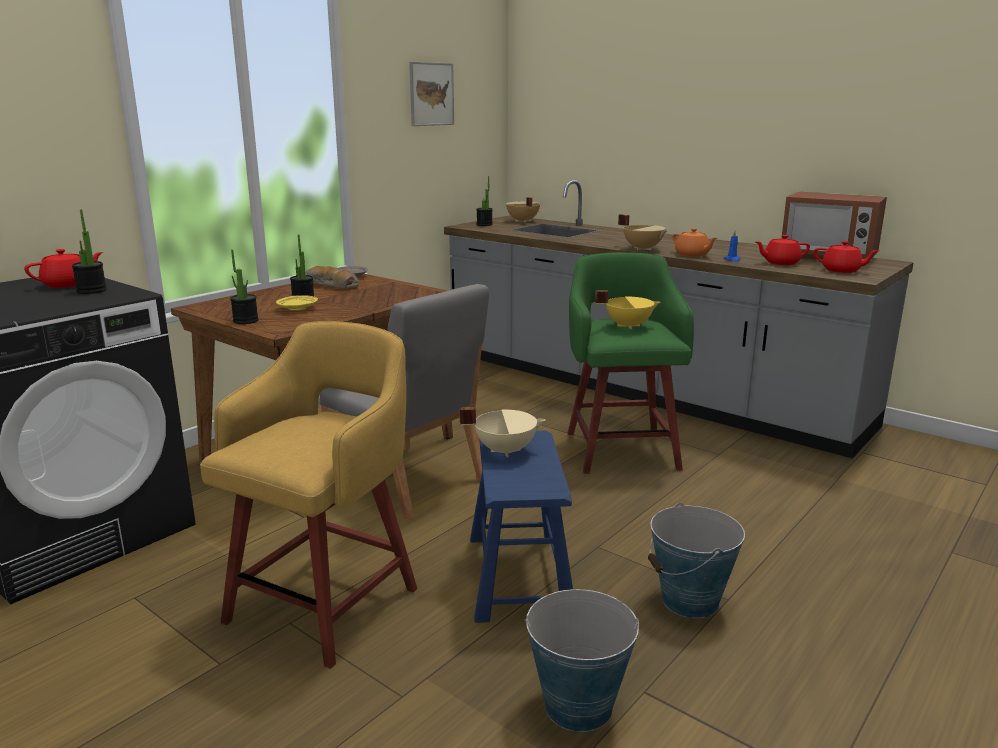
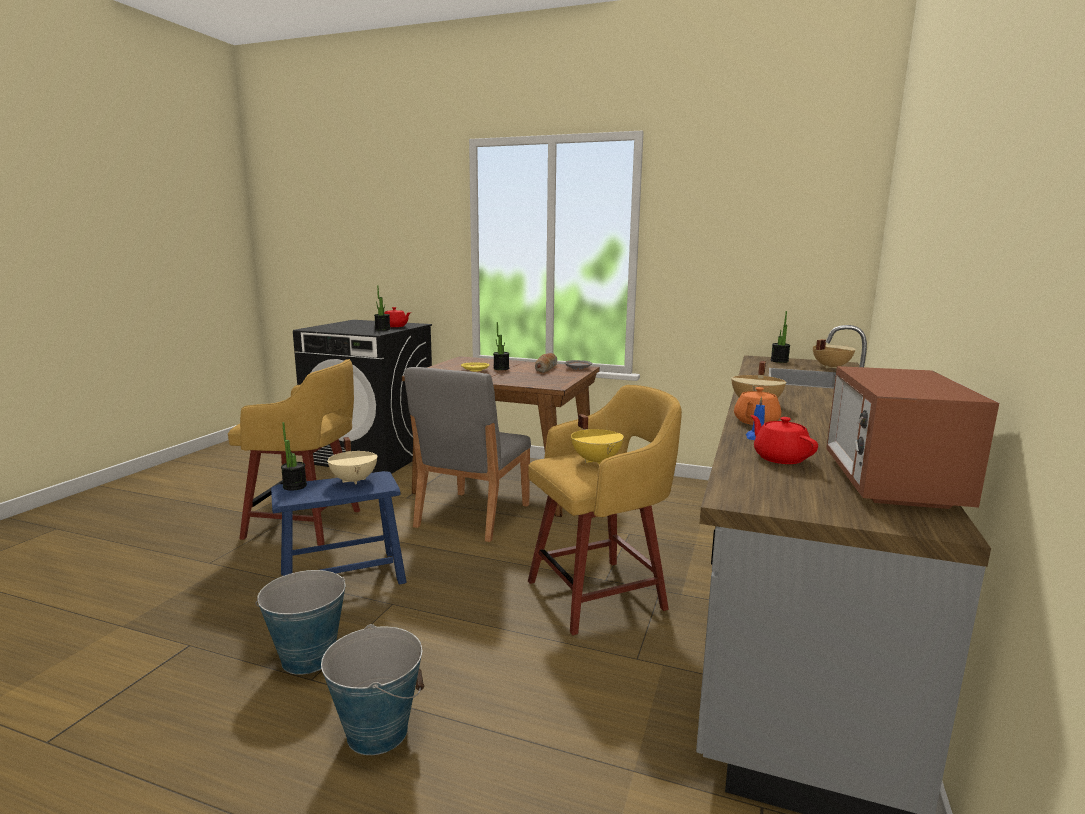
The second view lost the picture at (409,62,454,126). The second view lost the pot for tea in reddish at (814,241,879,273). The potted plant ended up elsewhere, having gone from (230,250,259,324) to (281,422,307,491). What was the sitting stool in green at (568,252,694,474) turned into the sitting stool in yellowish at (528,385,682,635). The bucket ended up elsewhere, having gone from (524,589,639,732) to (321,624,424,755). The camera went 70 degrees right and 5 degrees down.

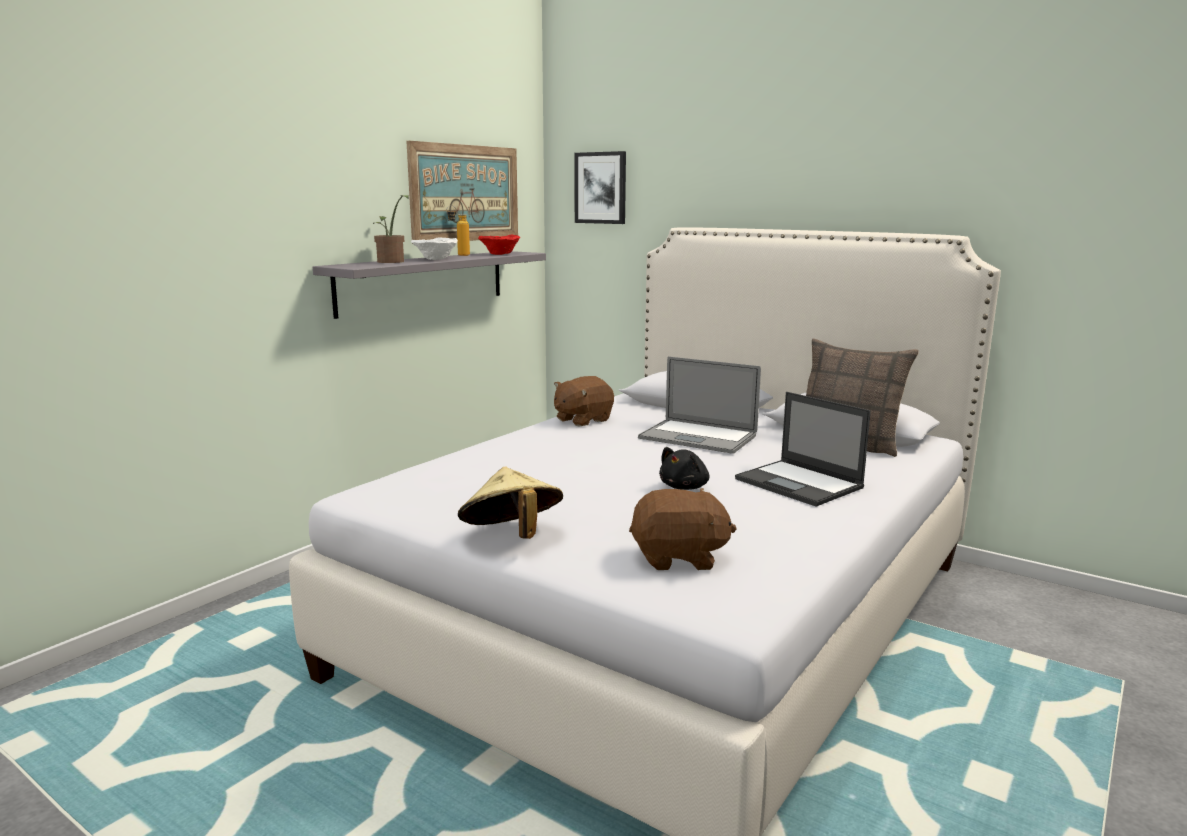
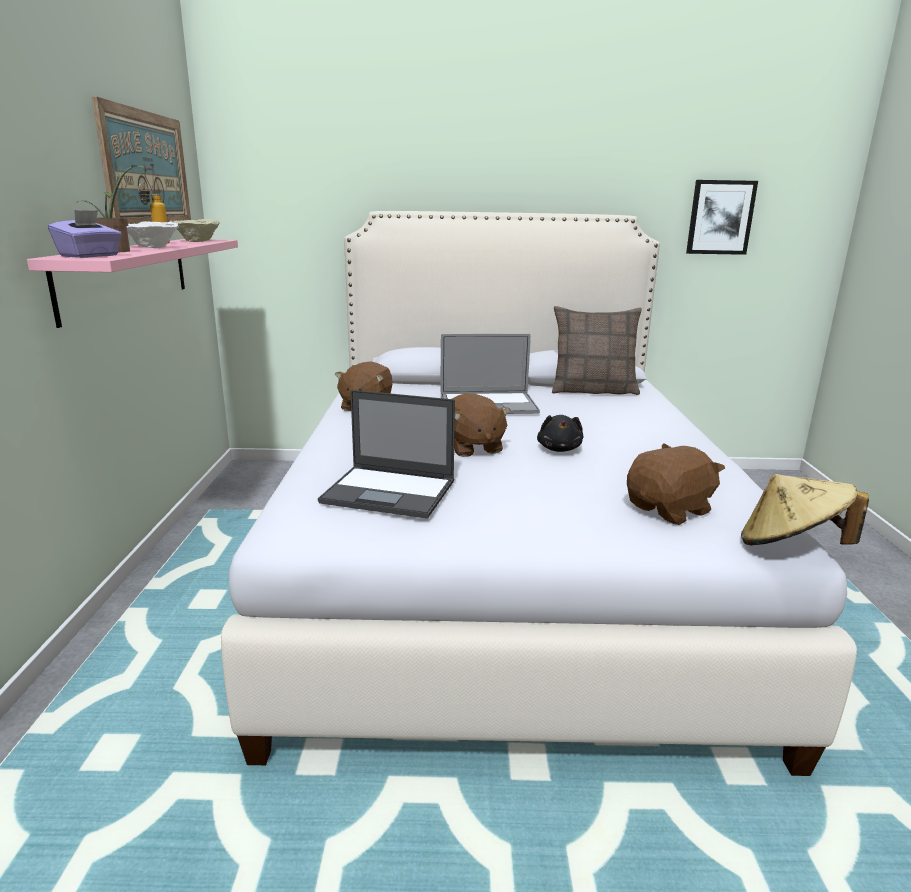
The picture ended up elsewhere, having gone from (575,151,626,224) to (686,180,758,255). What was the deep dish in reddish at (478,235,520,255) turned into the deep dish in beige at (170,219,220,242). What was the wall shelf in gray at (313,251,546,319) turned into the wall shelf in pink-coloured at (27,239,238,328). The laptop ended up elsewhere, having gone from (735,392,871,506) to (318,390,455,519). The clothing hat in beige ended up elsewhere, having gone from (458,467,563,539) to (741,474,869,546). The second view gained the tissue holder in purplish at (48,210,122,258). The second view gained the plush toy in brown at (452,393,511,457). The camera went 35 degrees left and 5 degrees up.

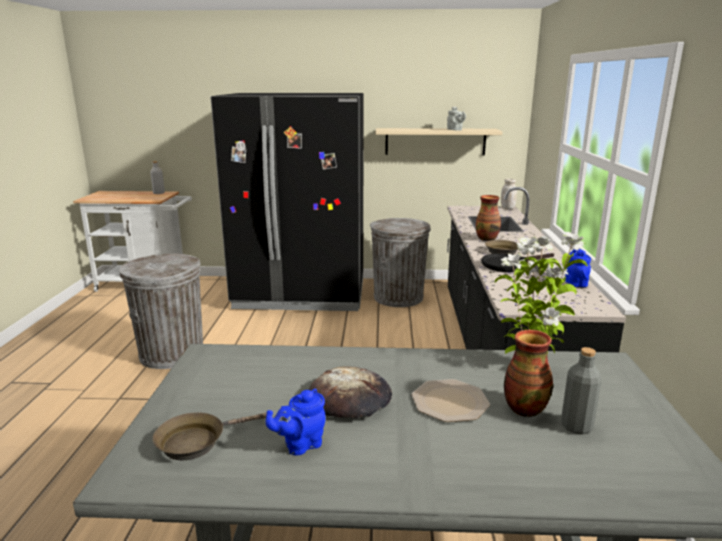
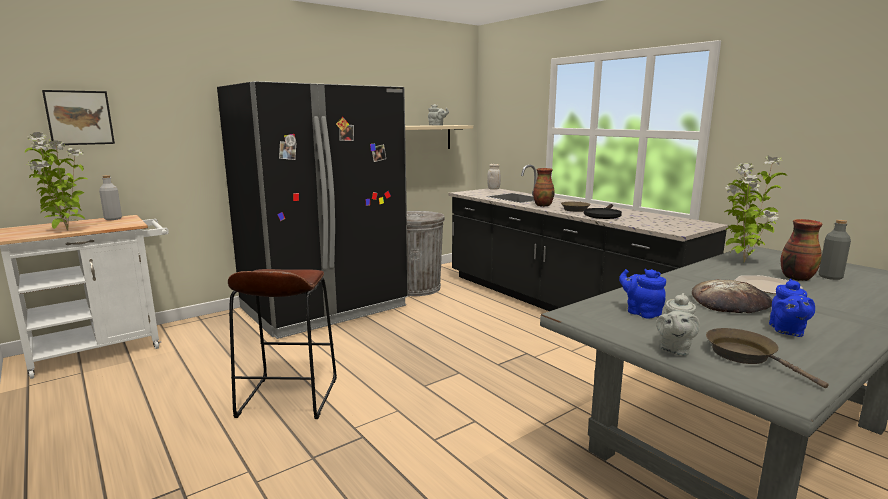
The pot for tea in blue ended up elsewhere, having gone from (565,249,591,287) to (619,269,666,319). Where the waste bin in gray stood at (119,254,203,369), the sitting stool in brown came to stand at (228,269,337,419). The pan in brown at (152,413,267,460) ended up facing another way, 135 degrees clockwise from before. The second view gained the picture at (42,90,115,145). The second view gained the potted plant at (25,132,87,231). The second view gained the pot for tea in gray at (656,293,700,356). The camera went 40 degrees left and 5 degrees down.

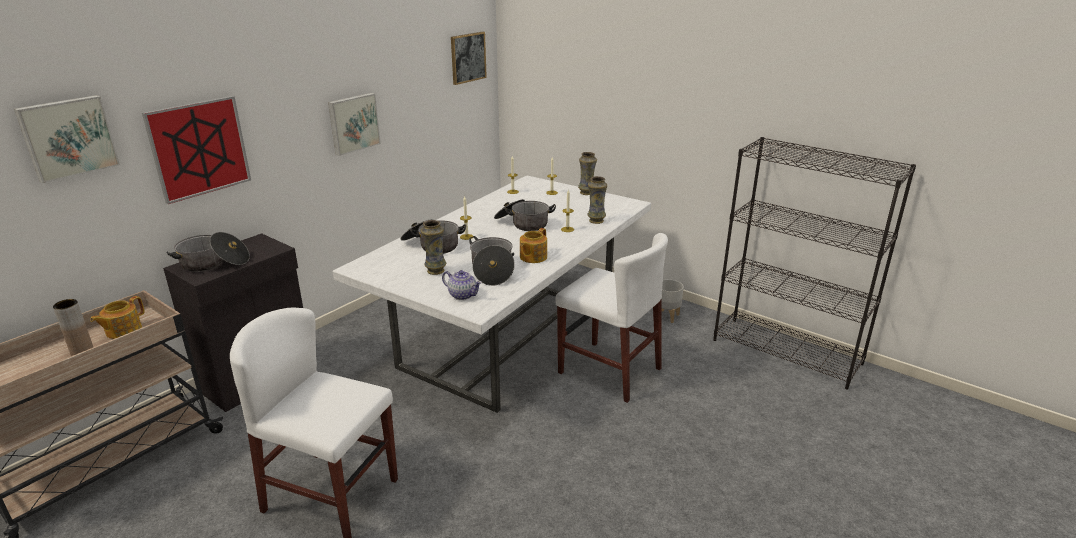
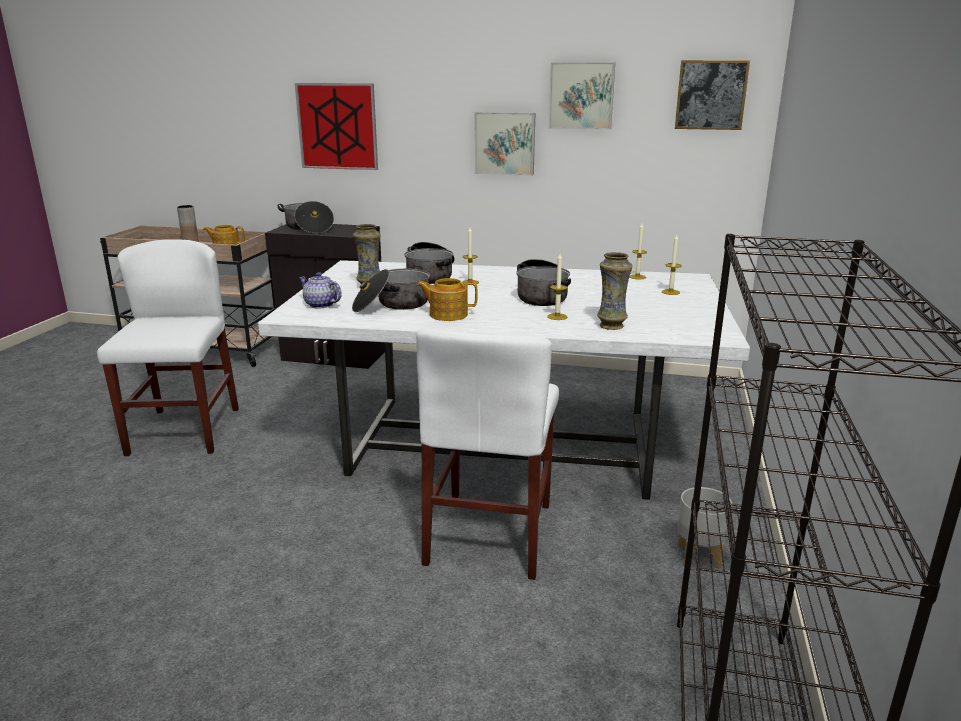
The picture ended up elsewhere, having gone from (14,95,120,183) to (549,62,615,130). The second view lost the flower vase at (578,152,597,195). The pot for tea at (442,270,482,300) ended up facing another way, 120 degrees clockwise from before. The camera went 65 degrees right and 5 degrees down.

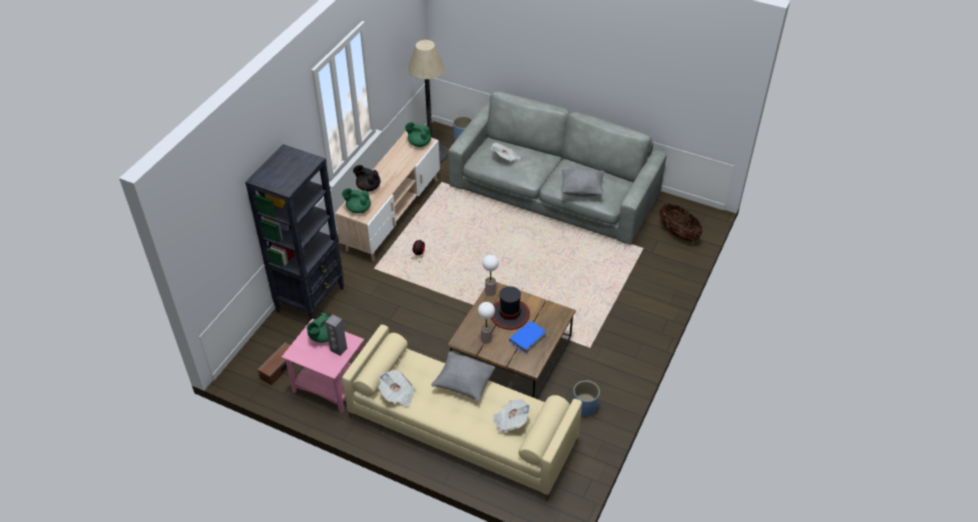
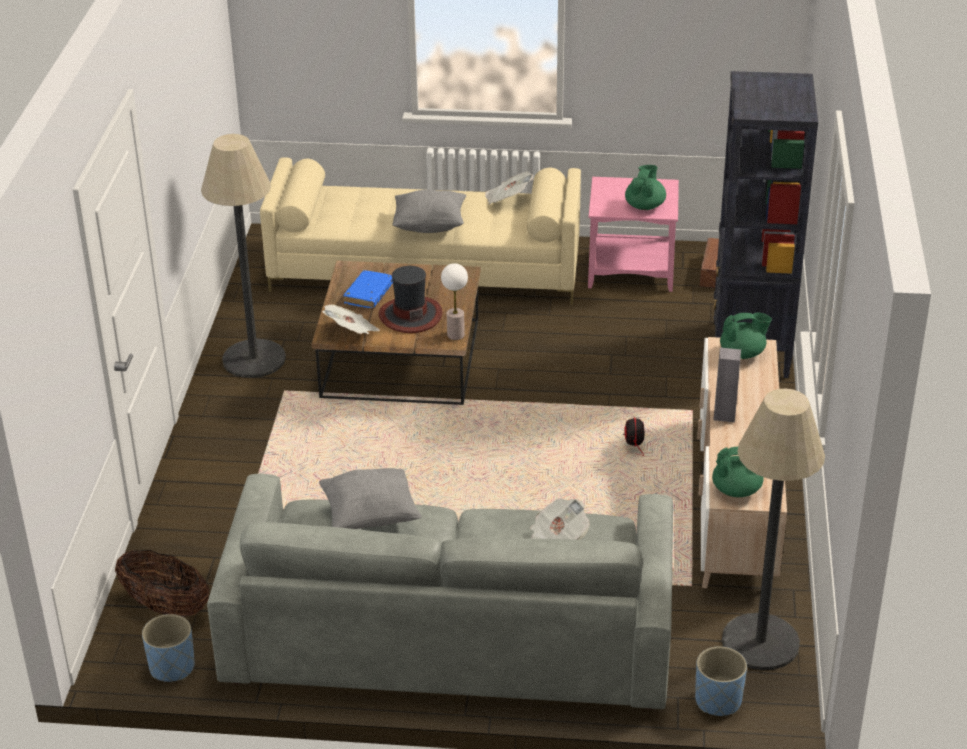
The second view lost the pot for tea in blackish at (353,165,380,192). The second view lost the tabletop lamp at (478,302,495,343). The loudspeaker in gray ended up elsewhere, having gone from (325,314,347,356) to (713,348,741,422). The plant pot in blue ended up elsewhere, having gone from (573,380,600,417) to (142,614,195,682). The daily paper ended up elsewhere, having gone from (492,399,531,432) to (322,304,380,334). The second view gained the floor lamp at (201,134,286,378). The camera went 160 degrees right and 10 degrees down.

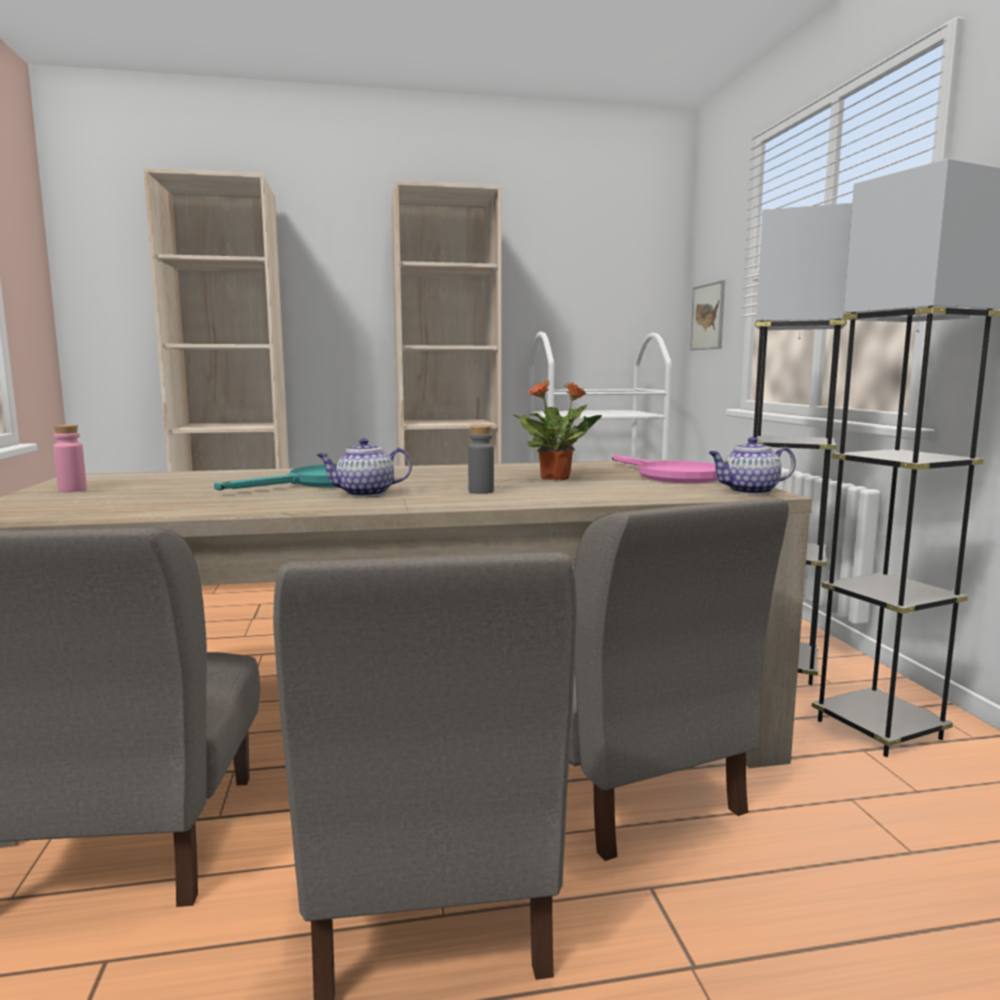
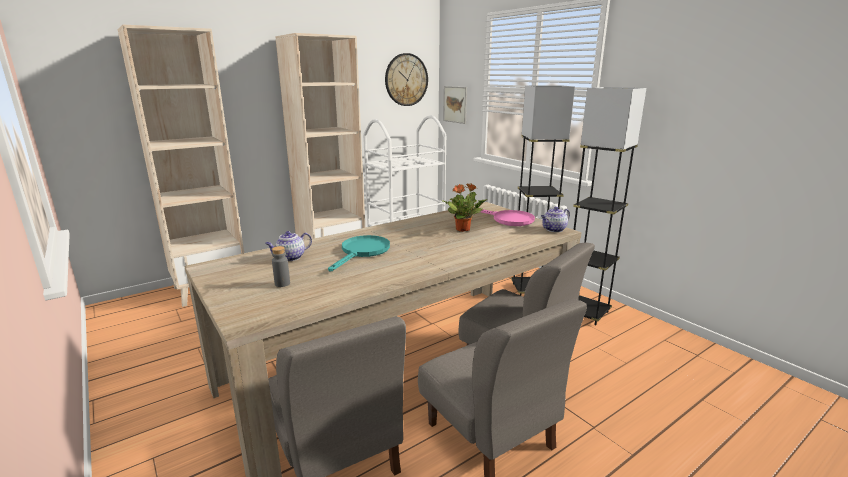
The second view lost the beverage bottle in pink-coloured at (53,425,87,492). The beverage bottle in gray ended up elsewhere, having gone from (468,426,494,494) to (272,246,290,287). The pot for tea ended up elsewhere, having gone from (317,438,412,497) to (265,231,312,261). The second view gained the wall clock at (385,53,428,106). The camera went 25 degrees left and 10 degrees up.

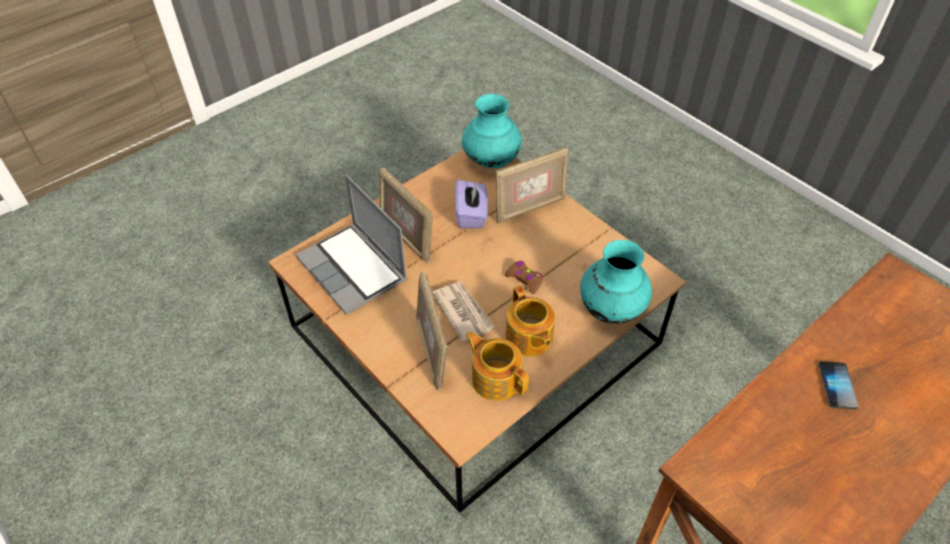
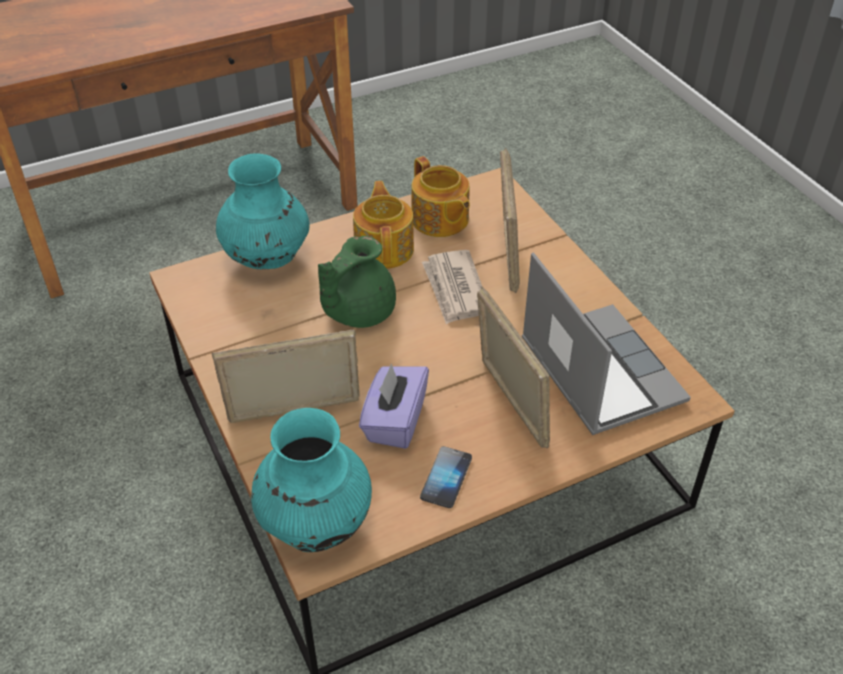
Where the game controller in brown stood at (505,261,543,294), the pot for tea in green came to stand at (318,236,396,328). The telephone ended up elsewhere, having gone from (818,361,858,409) to (420,446,472,508). The camera went 165 degrees left and 5 degrees down.

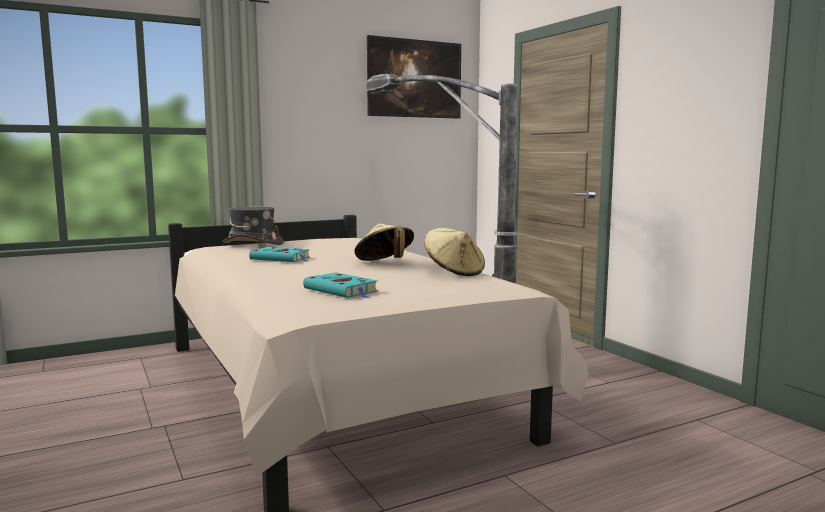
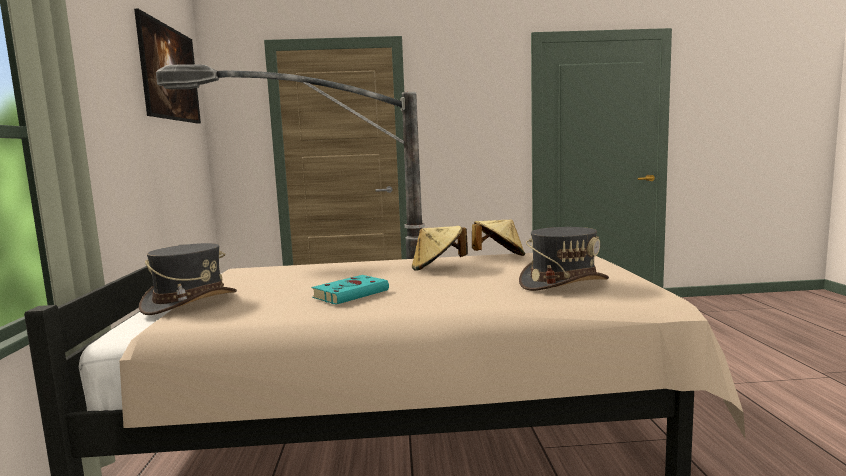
Where the book in turquoise stood at (303,272,378,298), the clothing hat in gray came to stand at (519,227,609,291). The camera went 65 degrees left and 0 degrees up.

